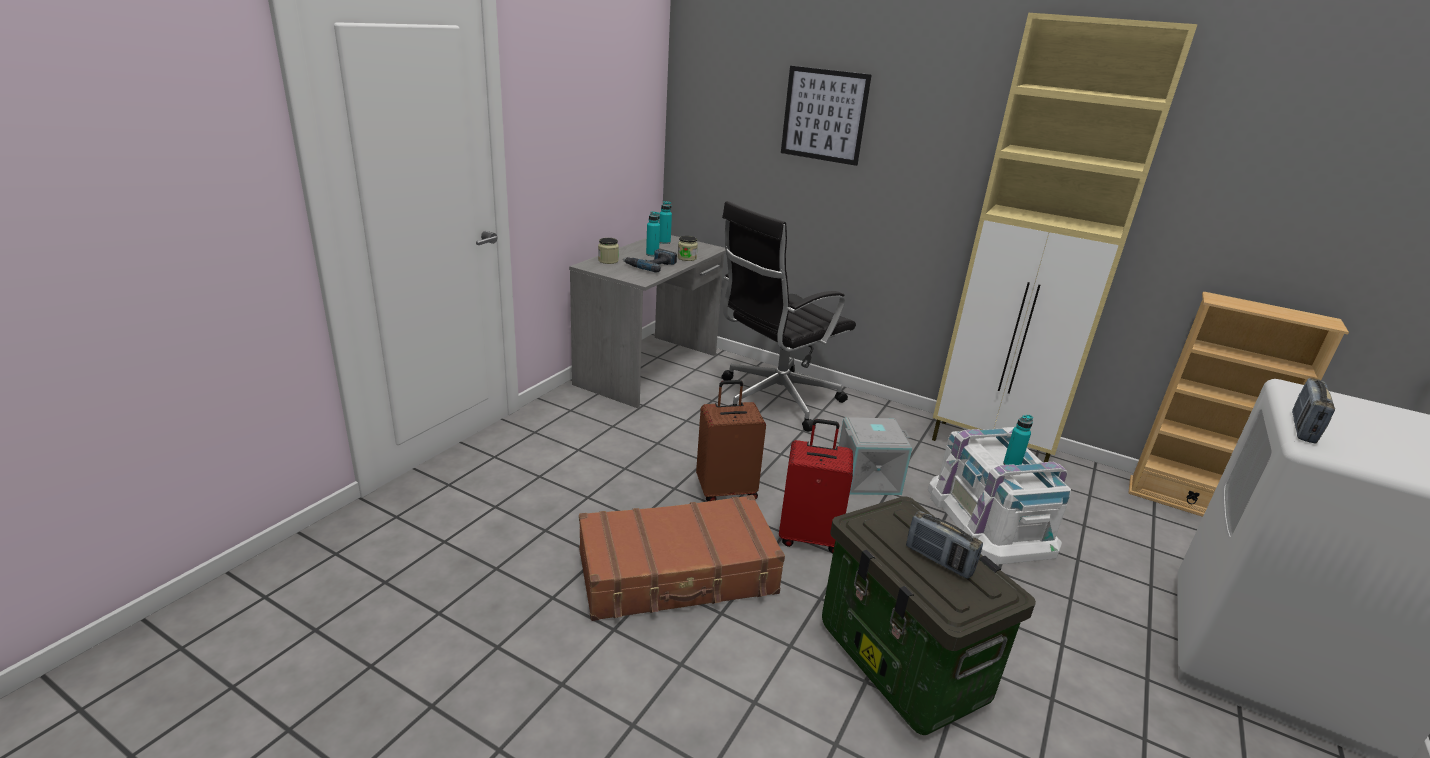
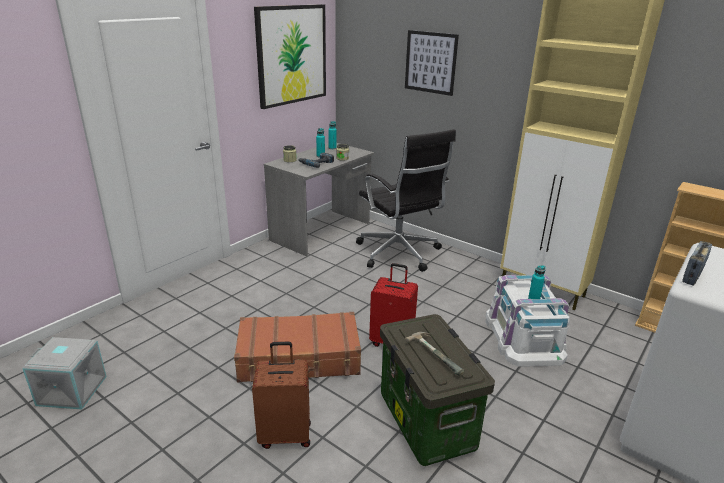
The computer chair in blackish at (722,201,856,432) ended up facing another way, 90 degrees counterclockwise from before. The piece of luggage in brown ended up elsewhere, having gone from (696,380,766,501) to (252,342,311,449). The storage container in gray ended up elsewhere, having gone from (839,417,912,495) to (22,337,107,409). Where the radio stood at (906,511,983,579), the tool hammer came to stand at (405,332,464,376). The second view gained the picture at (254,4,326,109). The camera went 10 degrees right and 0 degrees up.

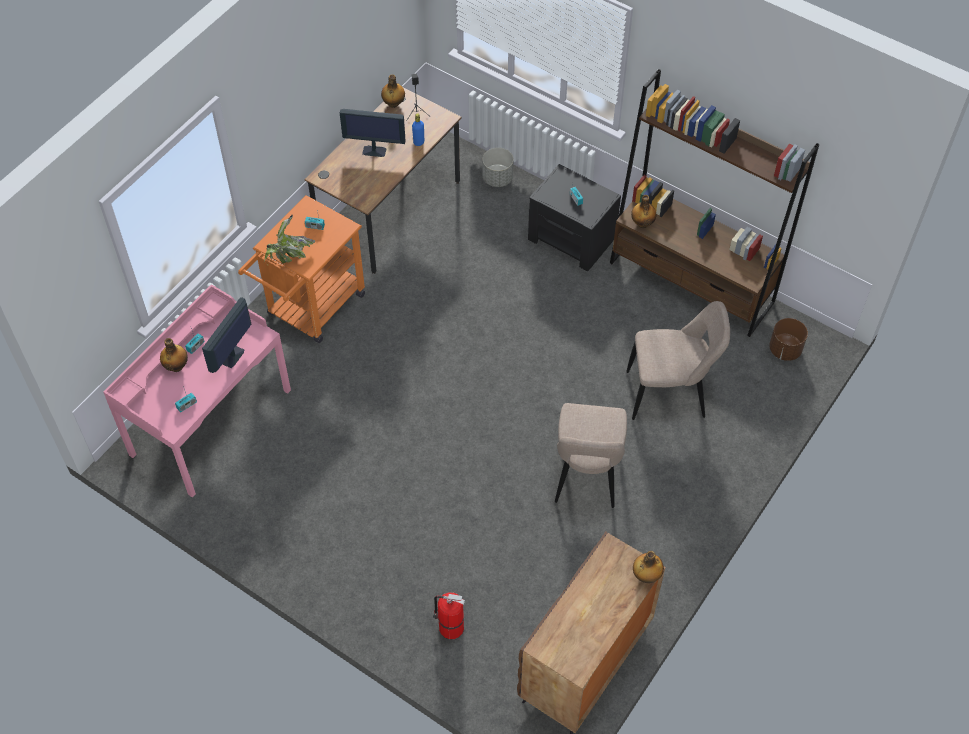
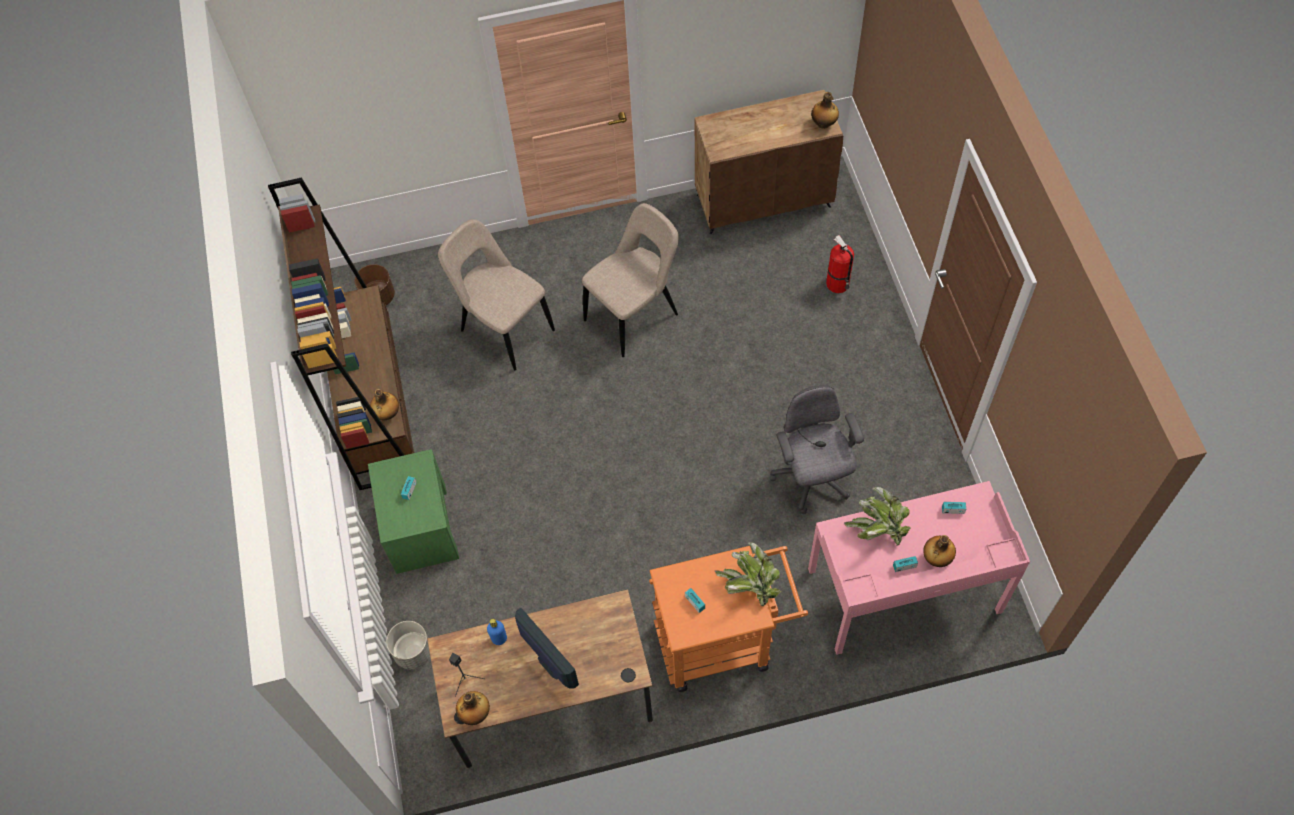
What was the bedside table in blackish at (528,164,621,271) turned into the bedside table in green at (368,449,459,574). Where the computer display stood at (202,297,251,373), the potted plant came to stand at (844,487,911,546). The beverage bottle ended up elsewhere, having gone from (633,551,664,583) to (811,92,839,129). The second view gained the computer chair in gray at (770,385,864,514). The camera went 135 degrees left and 5 degrees up.

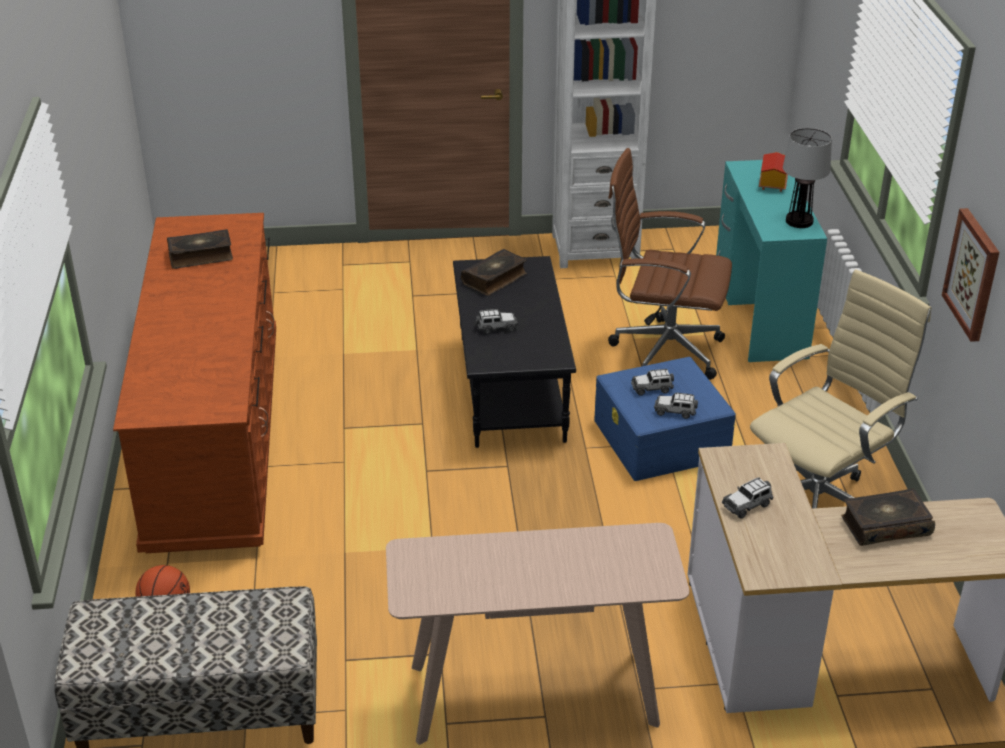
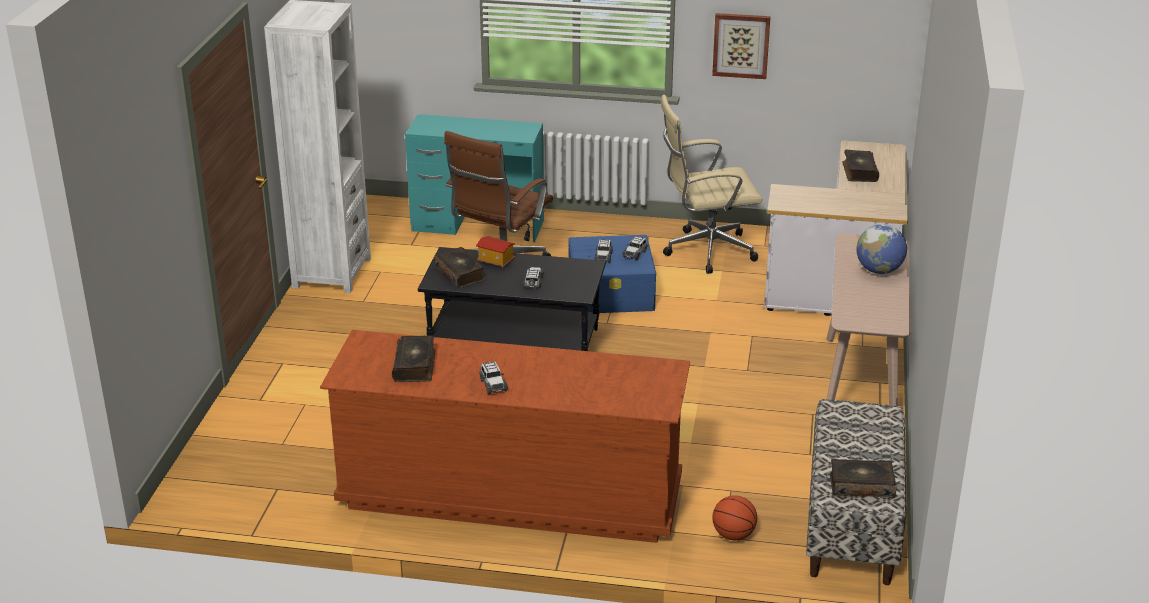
The second view lost the tabletop lamp at (783,128,832,228). The toy house ended up elsewhere, having gone from (759,152,788,192) to (476,236,515,268). The computer chair in beige at (750,269,932,509) ended up facing another way, 75 degrees counterclockwise from before. The miniature car ended up elsewhere, having gone from (722,477,773,519) to (479,361,508,394). The second view gained the desk globe at (856,224,907,274). The second view gained the book at (830,459,896,498). The camera went 75 degrees left and 5 degrees down.

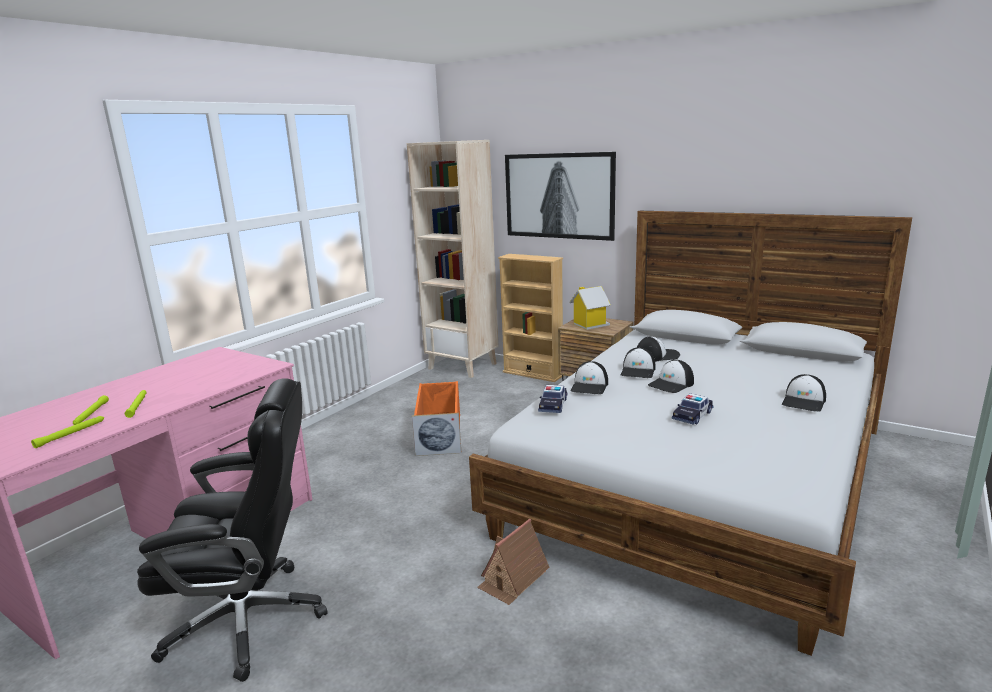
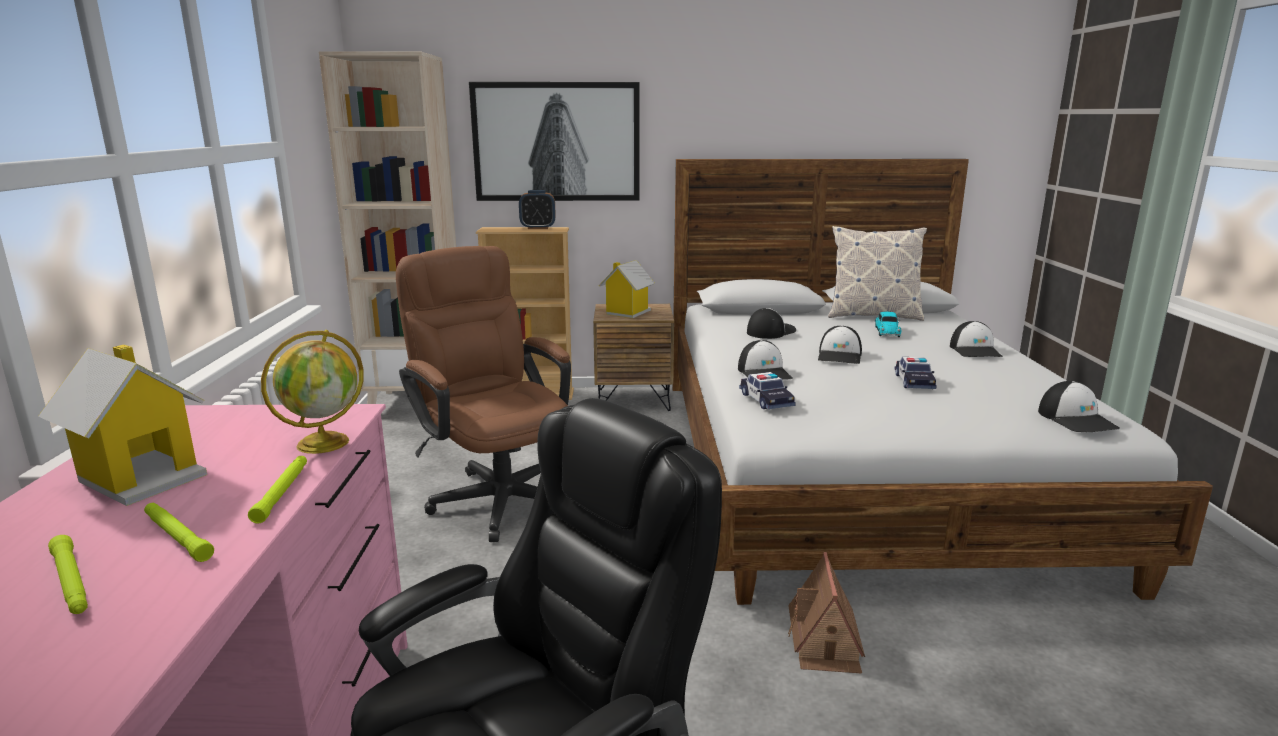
The cap ended up elsewhere, having gone from (621,348,655,378) to (1038,381,1120,432). Where the storage container in orange-coloured stood at (412,381,461,456), the computer chair in brown came to stand at (396,246,571,542). The hand torch in green ended up elsewhere, having gone from (31,416,104,448) to (248,456,307,523). The second view gained the table clock at (519,190,556,229). The second view gained the pillow at (828,226,927,321). The second view gained the miniature car at (875,311,901,337). The second view gained the desk globe at (261,330,364,454). The second view gained the toy house at (38,345,207,506). The camera went 35 degrees left and 0 degrees up.

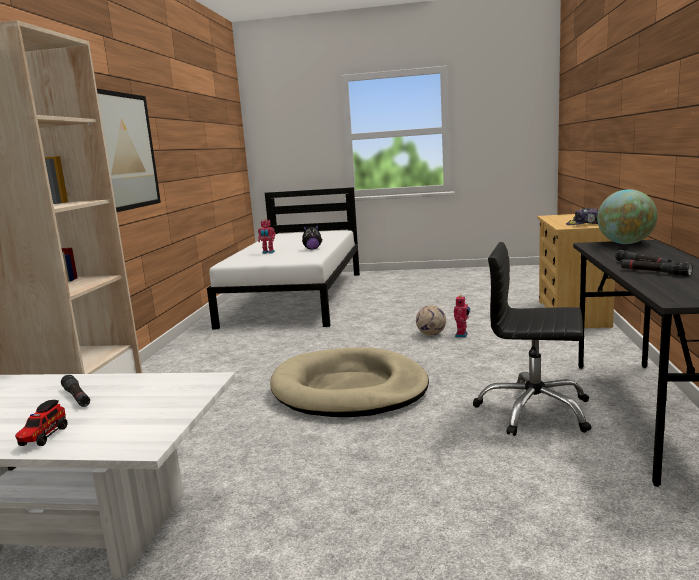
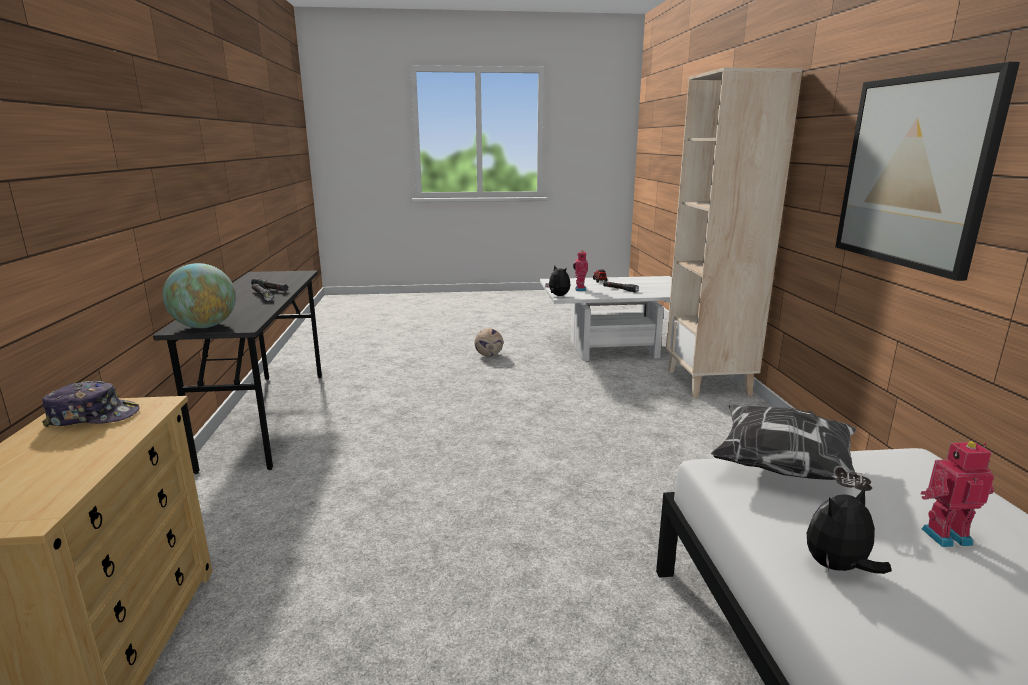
The second view lost the computer chair in blackish at (473,242,592,436). The model robot ended up elsewhere, having gone from (454,295,470,337) to (573,250,588,291). The football ball ended up elsewhere, having gone from (416,305,446,336) to (475,328,503,357). The second view lost the pet bed in beige at (270,347,429,417). The second view gained the plush toy at (545,266,571,296). The second view gained the pillow at (711,404,872,491). The camera went 165 degrees right and 5 degrees up.

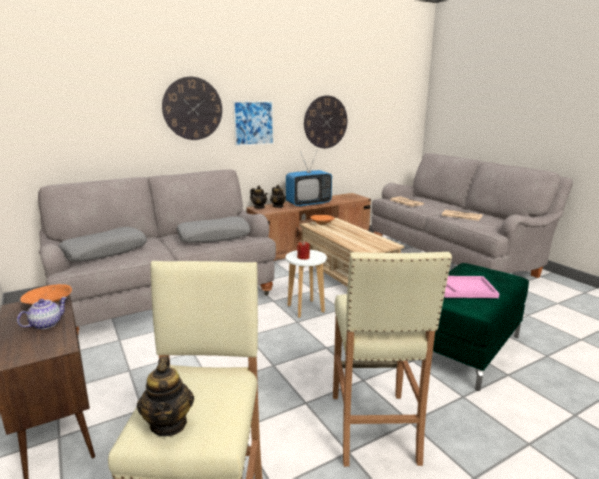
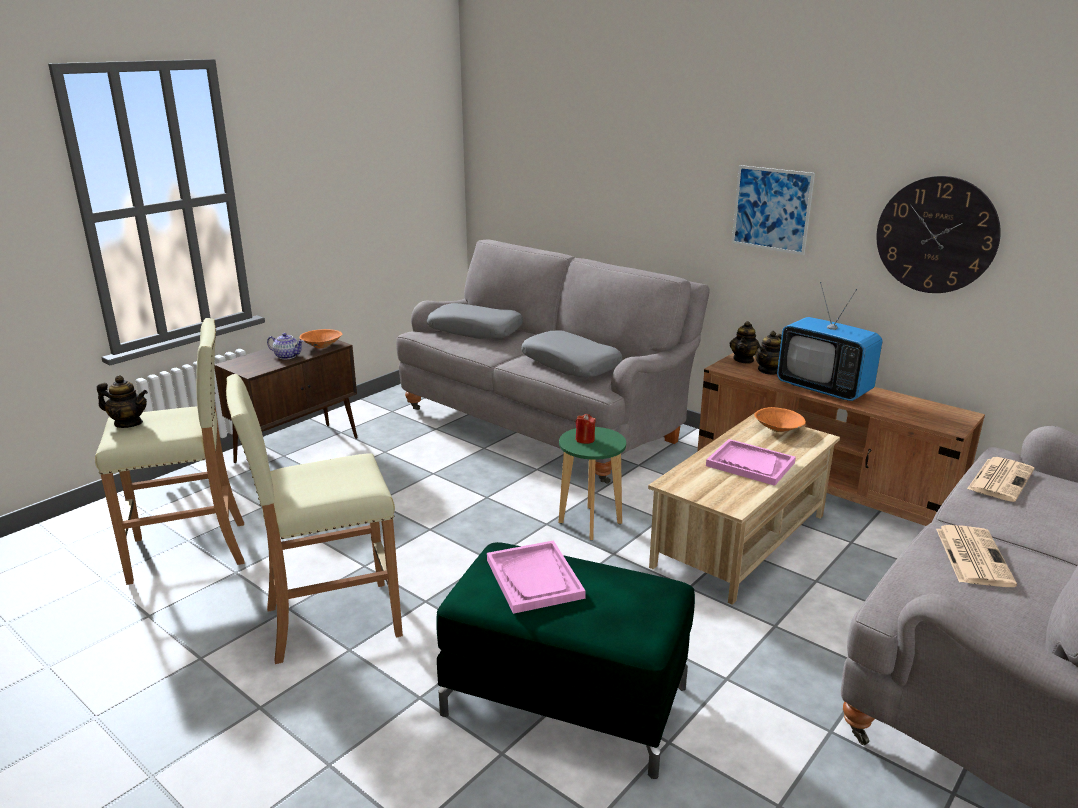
The second view lost the wall clock at (162,77,222,140). What was the sitting stool in whitish at (286,250,327,318) turned into the sitting stool in green at (559,427,626,540). The pot for tea at (137,357,194,437) ended up facing another way, 135 degrees counterclockwise from before. The second view gained the carrying tray in pink-coloured at (706,439,796,486). The camera went 70 degrees right and 5 degrees up.

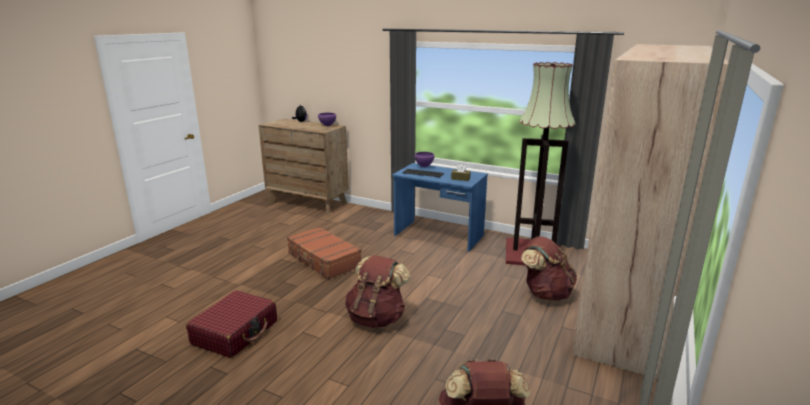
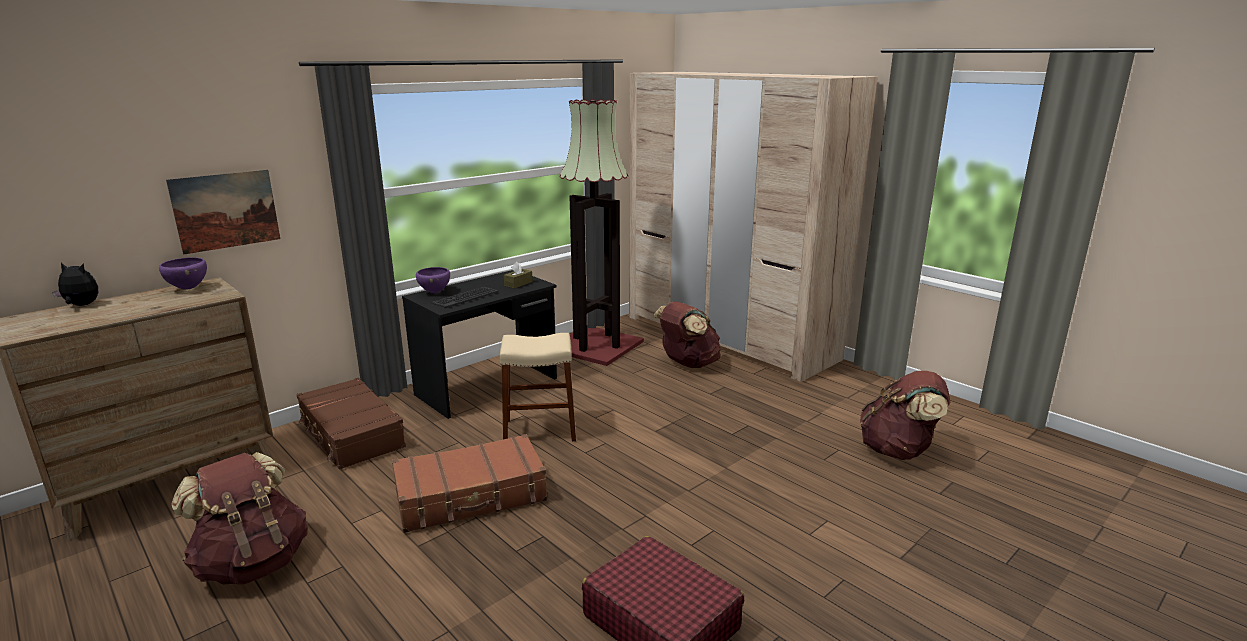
What was the desk unit in blue at (392,163,488,252) turned into the desk unit in blackish at (402,270,557,419). The backpack in brown ended up elsewhere, having gone from (345,255,410,328) to (172,452,308,585). The second view gained the picture at (166,169,280,255). The second view gained the sitting stool in beige at (500,333,576,441). The second view gained the piece of luggage in brown at (297,377,406,470). The camera went 70 degrees left and 0 degrees up.

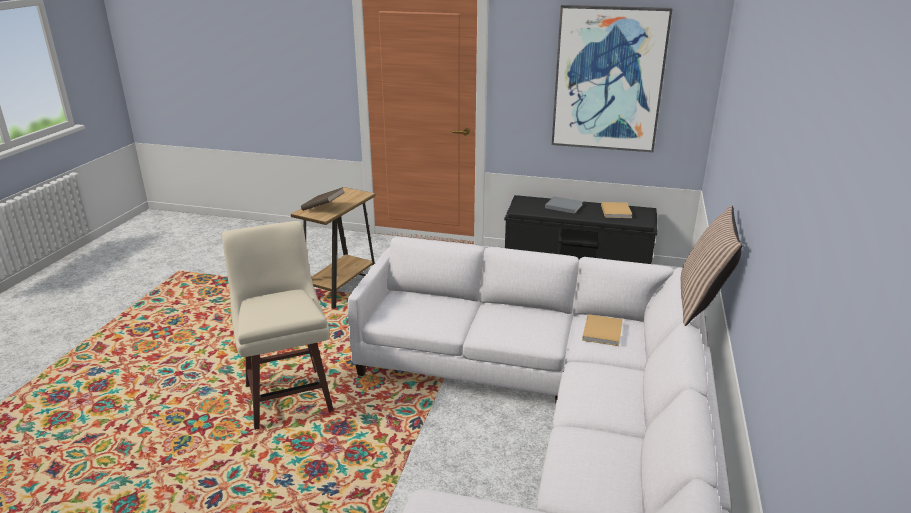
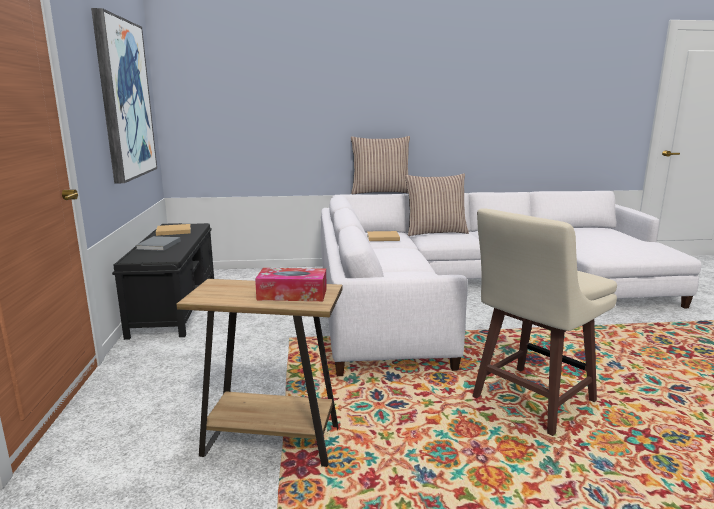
Where the book in brown stood at (301,187,345,211), the tissue holder came to stand at (255,268,327,301). The second view gained the pillow at (405,173,469,236). The camera went 110 degrees left and 10 degrees down.

